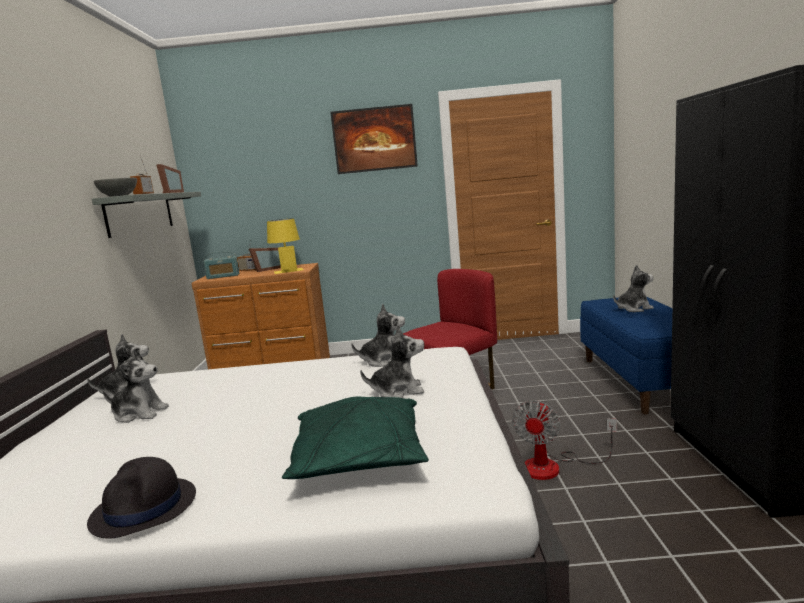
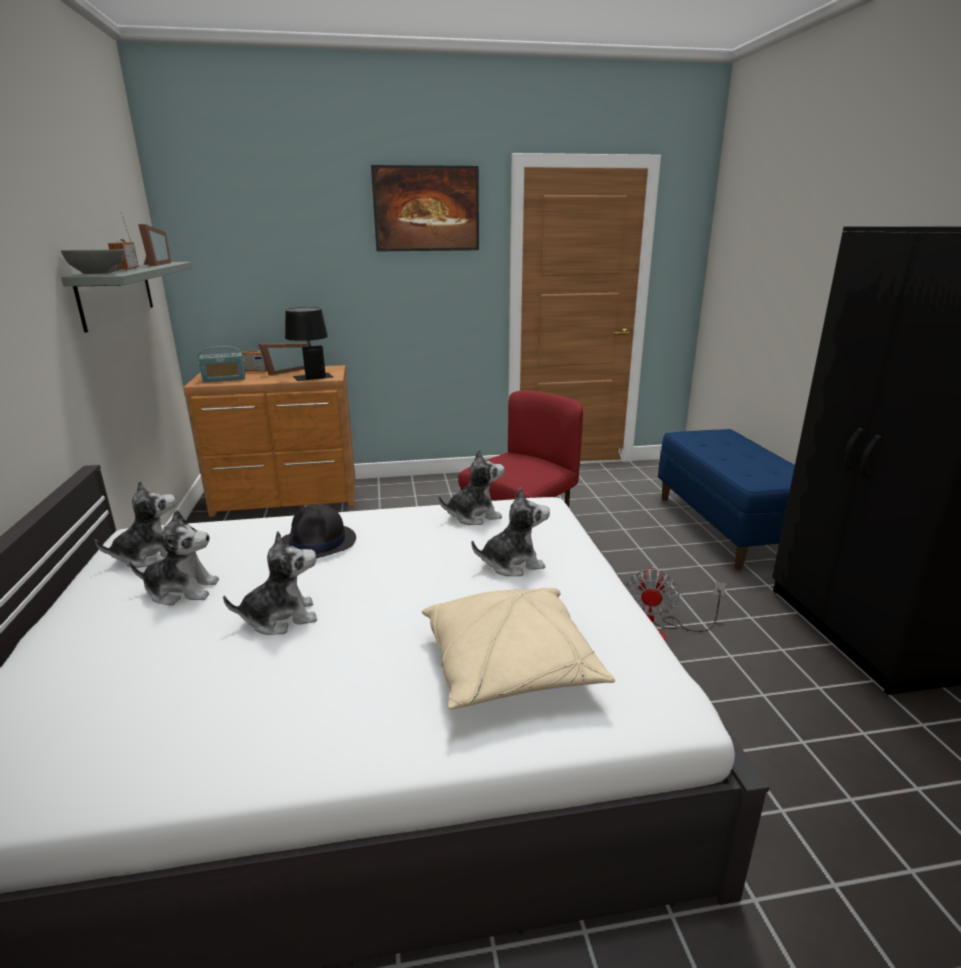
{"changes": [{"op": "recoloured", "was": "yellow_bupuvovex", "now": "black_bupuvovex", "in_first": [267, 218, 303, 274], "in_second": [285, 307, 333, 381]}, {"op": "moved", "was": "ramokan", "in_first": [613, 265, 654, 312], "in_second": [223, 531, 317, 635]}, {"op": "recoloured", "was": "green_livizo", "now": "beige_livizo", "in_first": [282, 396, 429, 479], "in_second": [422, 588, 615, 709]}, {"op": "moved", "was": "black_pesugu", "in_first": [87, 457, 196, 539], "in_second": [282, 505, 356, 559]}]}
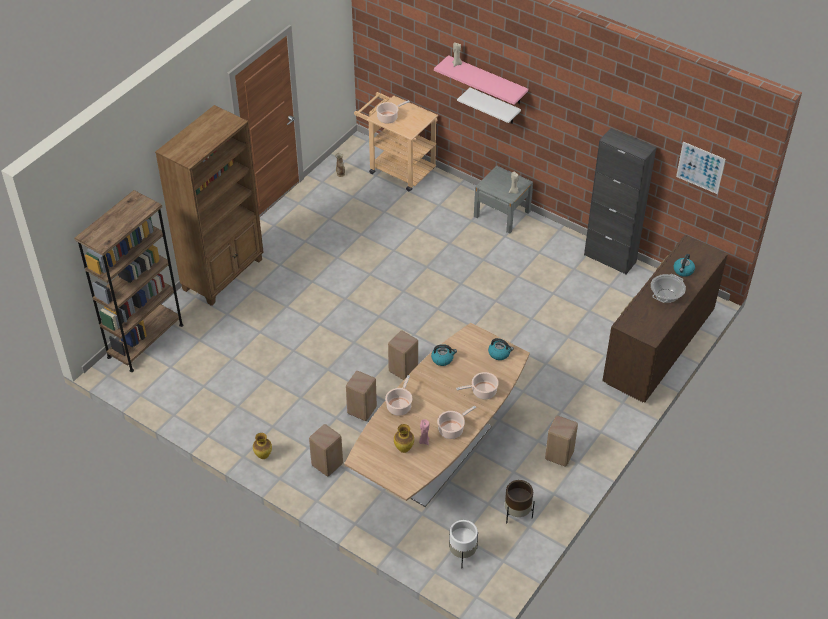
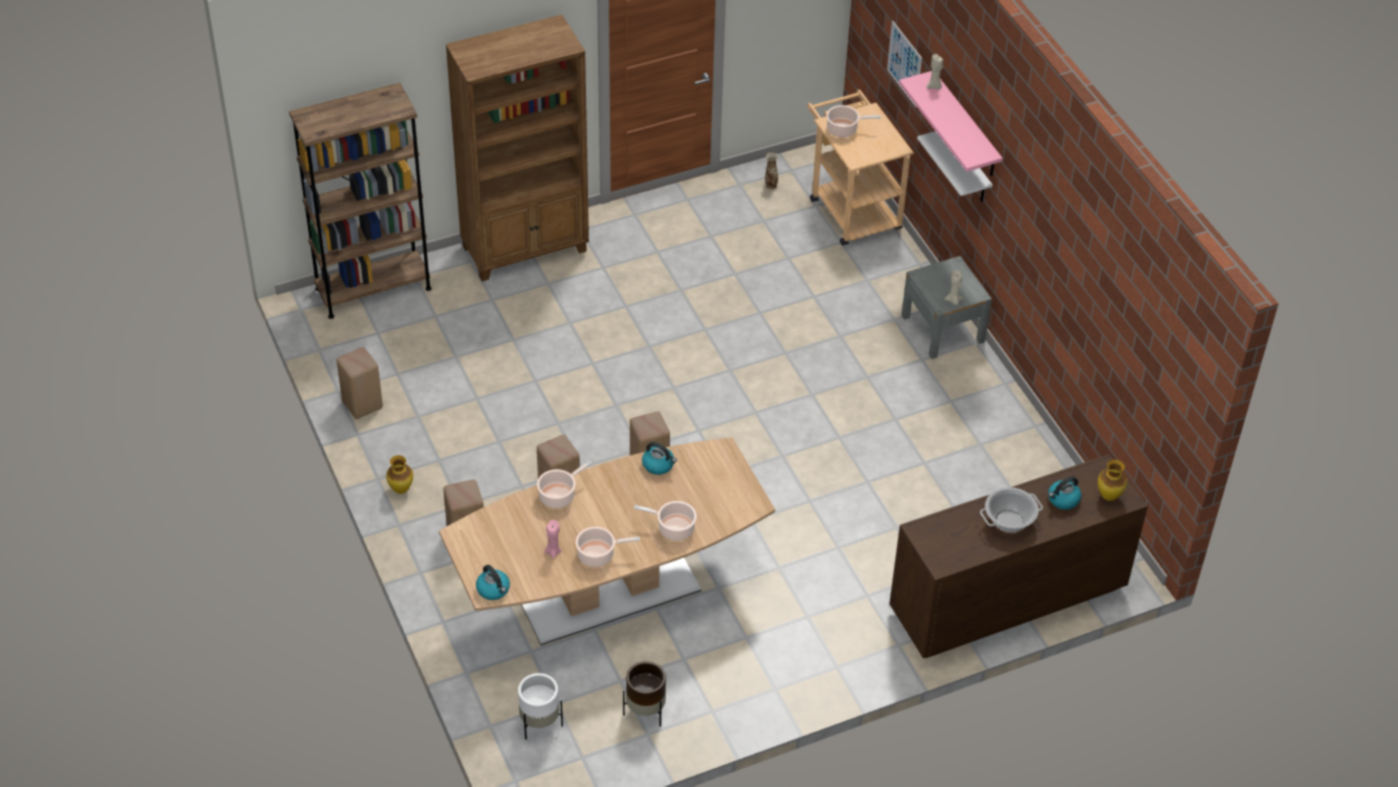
{"changes": [{"op": "removed", "was": "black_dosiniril", "in_first": [584, 128, 657, 275]}, {"op": "moved", "was": "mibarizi", "in_first": [676, 142, 725, 194], "in_second": [887, 21, 922, 107]}, {"op": "moved", "was": "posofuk", "in_first": [488, 338, 514, 360], "in_second": [476, 565, 510, 600]}, {"op": "moved", "was": "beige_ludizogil", "in_first": [545, 416, 578, 467], "in_second": [336, 347, 383, 419]}, {"op": "moved", "was": "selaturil", "in_first": [394, 424, 414, 453], "in_second": [1098, 459, 1127, 501]}]}
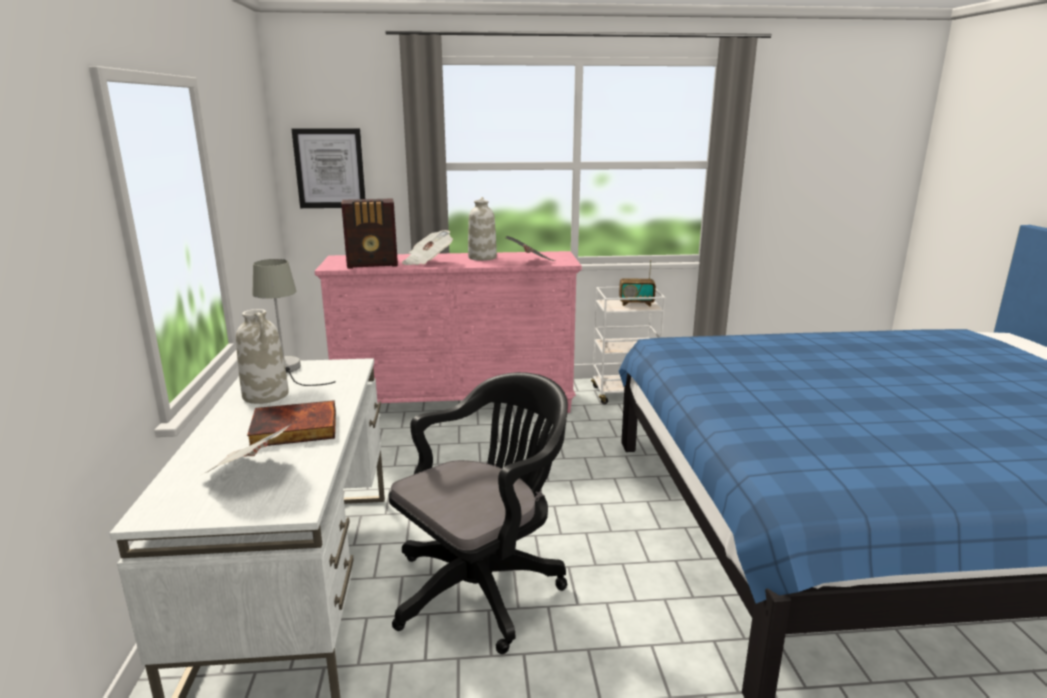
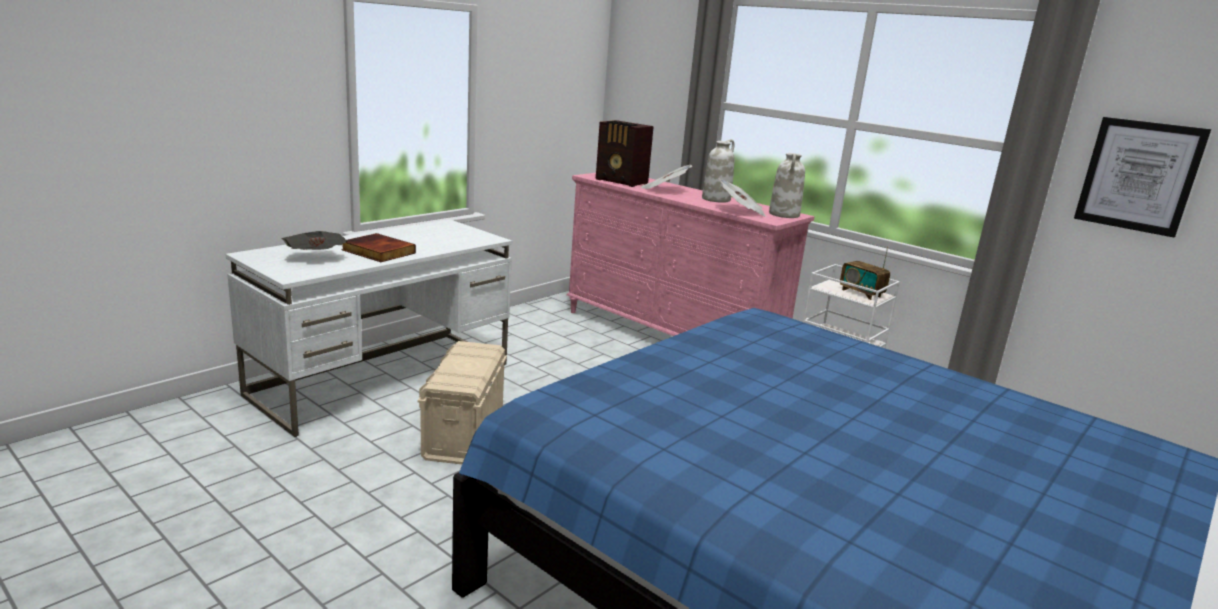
{"changes": [{"op": "moved", "was": "mibarizi", "in_first": [291, 128, 365, 208], "in_second": [1074, 117, 1211, 238]}, {"op": "removed", "was": "grey_bupuvovex", "in_first": [252, 259, 336, 386]}, {"op": "moved", "was": "white_selaturil", "in_first": [236, 309, 289, 404], "in_second": [769, 153, 805, 218]}, {"op": "replaced", "was": "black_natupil", "now": "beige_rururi", "in_first": [389, 372, 568, 654], "in_second": [418, 341, 507, 464]}]}
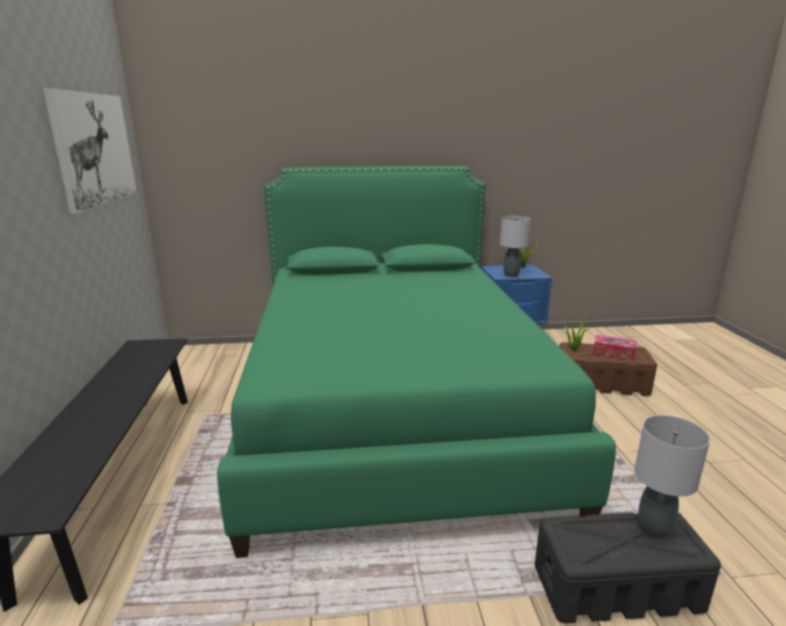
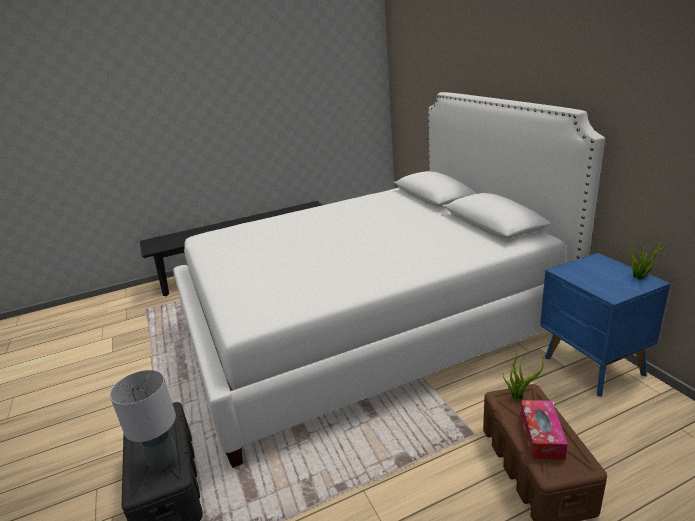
{"changes": [{"op": "removed", "was": "mibarizi", "in_first": [43, 88, 137, 214]}, {"op": "recoloured", "was": "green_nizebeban", "now": "white_nizebeban", "in_first": [217, 166, 616, 558], "in_second": [173, 92, 605, 468]}, {"op": "removed", "was": "grey_bupuvovex", "in_first": [500, 216, 531, 277]}]}
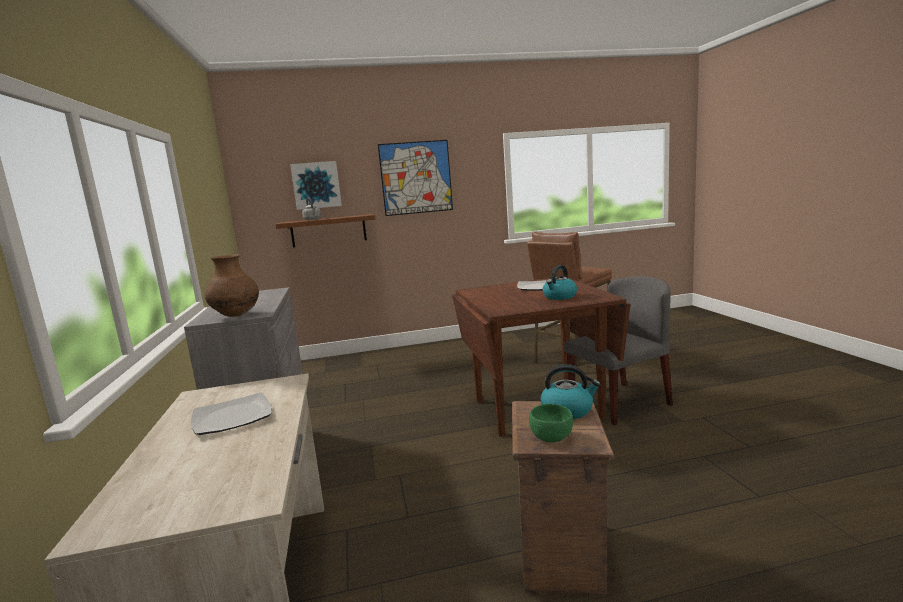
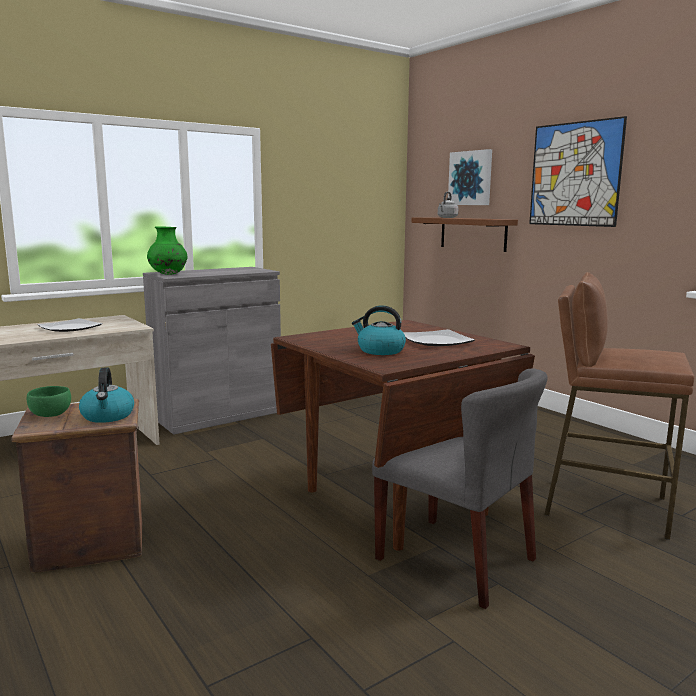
{"changes": [{"op": "recoloured", "was": "brown_selaturil", "now": "green_selaturil", "in_first": [205, 254, 259, 317], "in_second": [147, 226, 188, 275]}]}
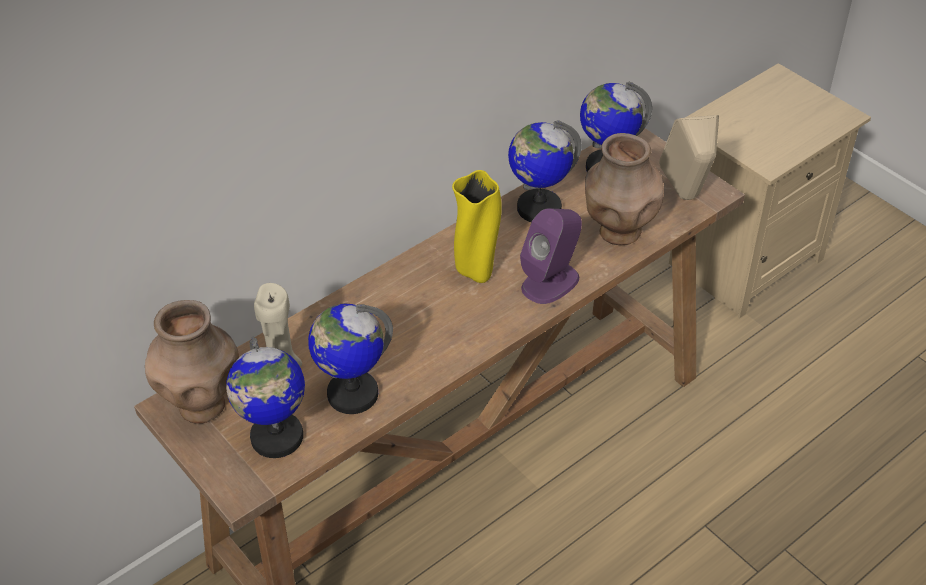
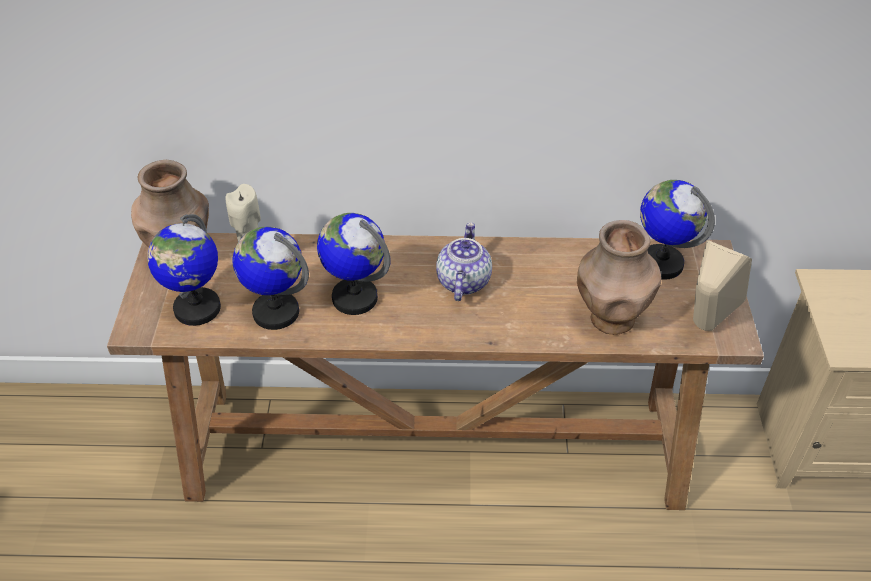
{"changes": [{"op": "moved", "was": "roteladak", "in_first": [508, 120, 581, 222], "in_second": [317, 213, 391, 315]}, {"op": "replaced", "was": "yellow_selaturil", "now": "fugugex", "in_first": [452, 170, 502, 283], "in_second": [436, 222, 492, 301]}, {"op": "removed", "was": "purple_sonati", "in_first": [520, 208, 582, 304]}]}
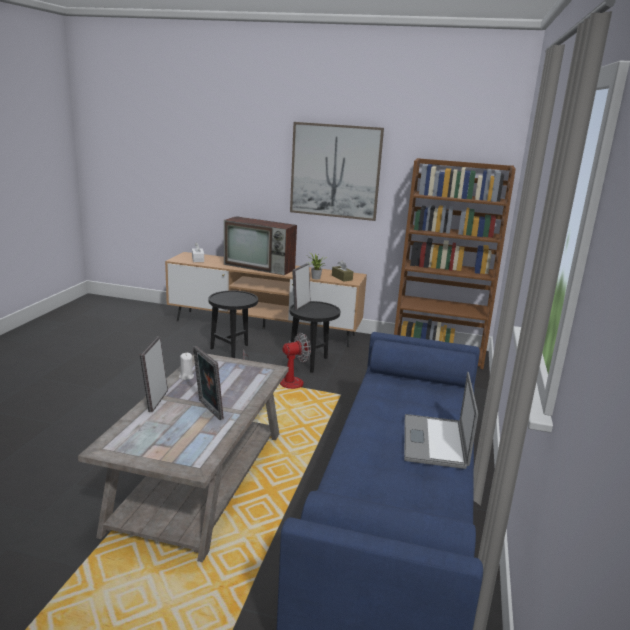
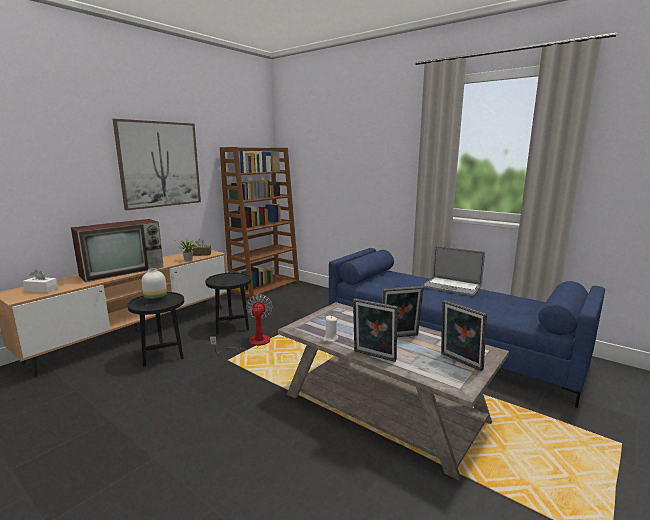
{"changes": [{"op": "moved", "was": "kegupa", "in_first": [292, 263, 311, 310], "in_second": [441, 300, 487, 371]}, {"op": "added", "now": "white_selaturil", "in_second": [142, 268, 167, 302]}]}
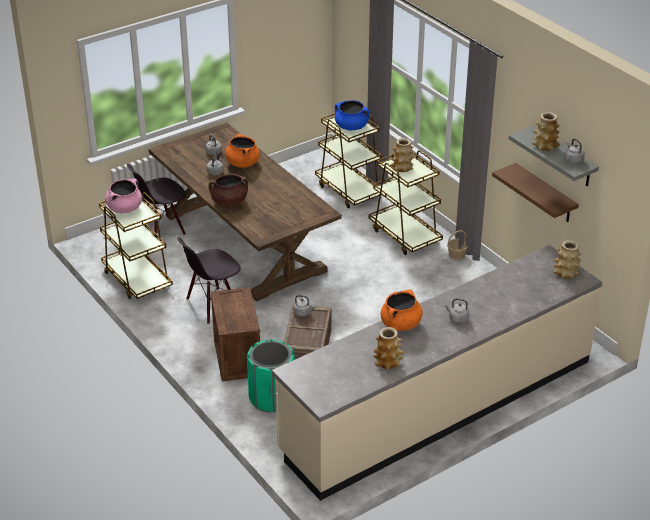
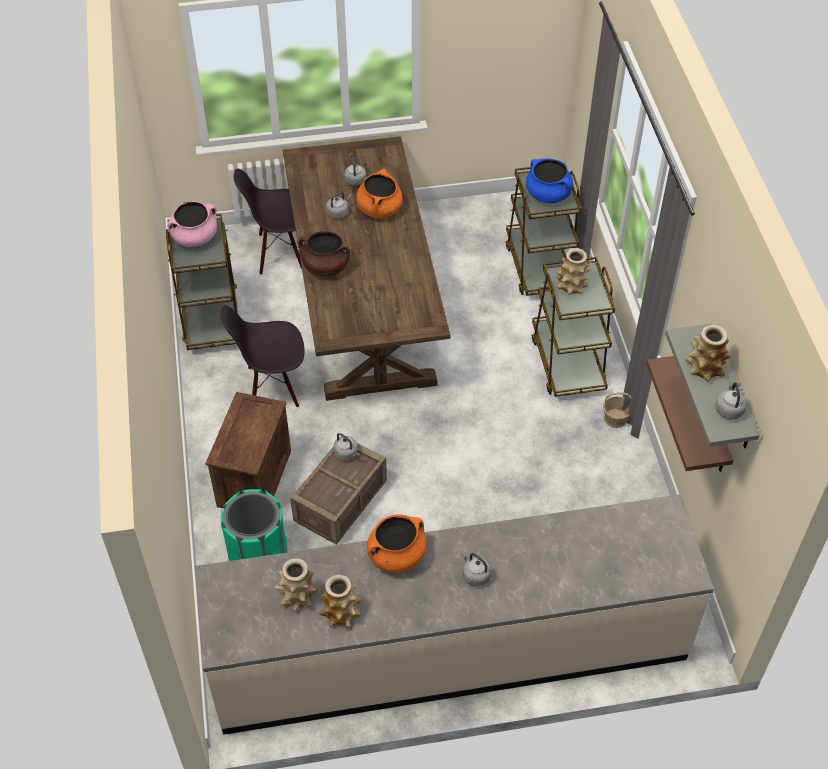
{"changes": [{"op": "moved", "was": "selaturil", "in_first": [553, 240, 581, 279], "in_second": [274, 558, 319, 612]}]}
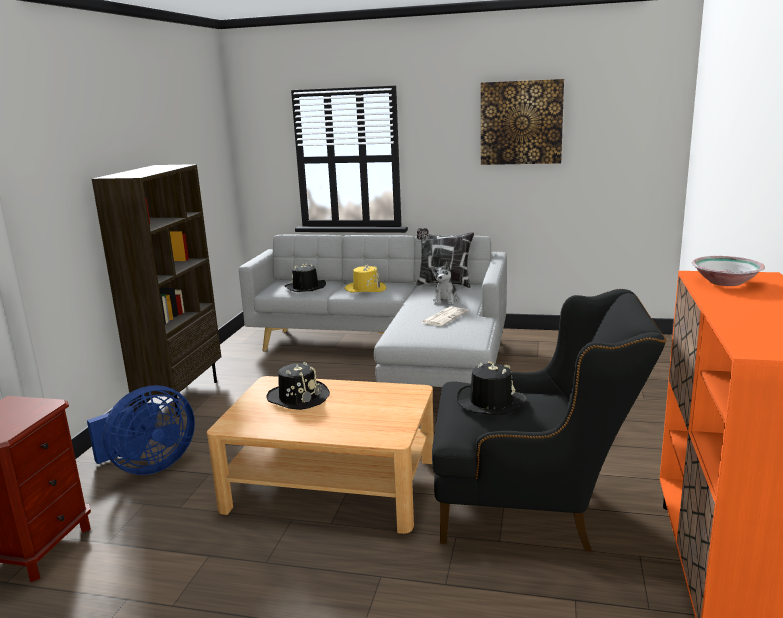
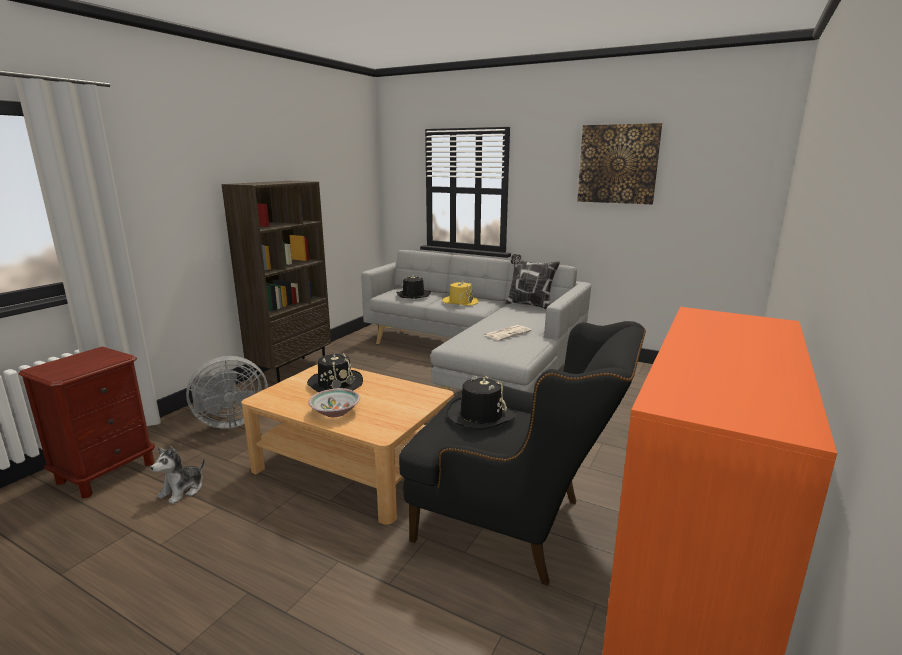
{"changes": [{"op": "moved", "was": "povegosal", "in_first": [692, 256, 765, 286], "in_second": [308, 388, 360, 417]}, {"op": "moved", "was": "ramokan", "in_first": [431, 262, 459, 305], "in_second": [151, 446, 205, 504]}, {"op": "recoloured", "was": "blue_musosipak", "now": "grey_musosipak", "in_first": [87, 385, 195, 475], "in_second": [186, 356, 268, 428]}]}
